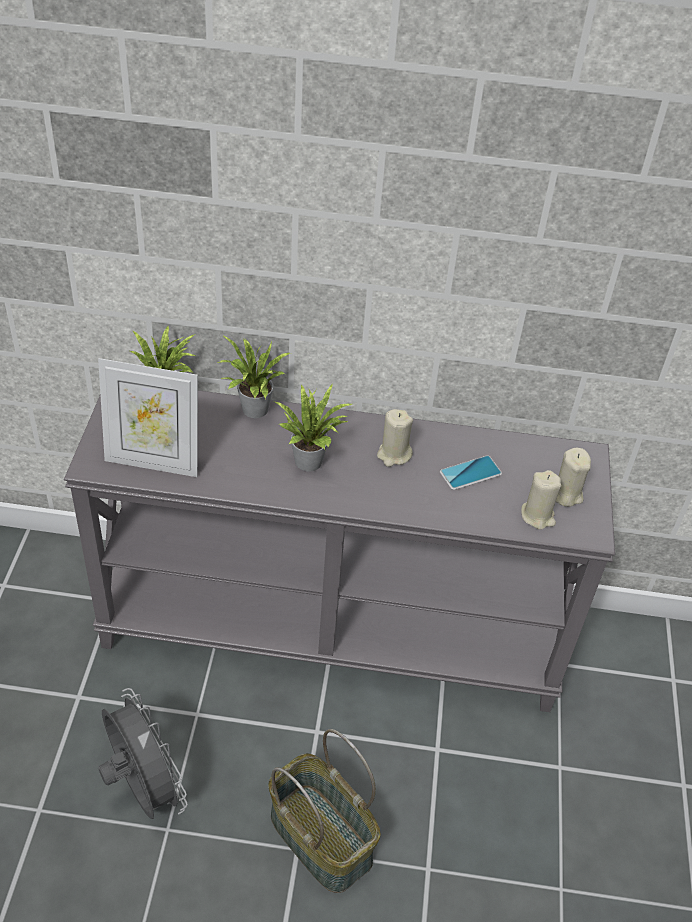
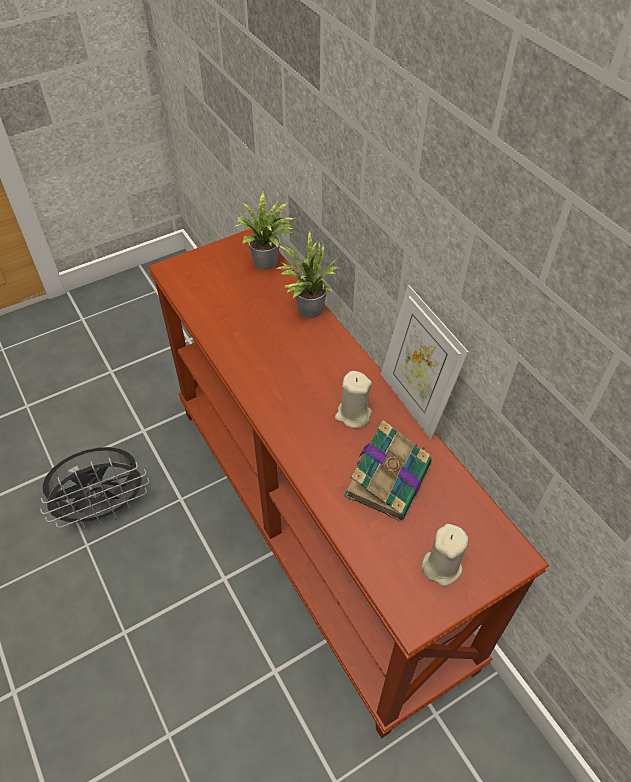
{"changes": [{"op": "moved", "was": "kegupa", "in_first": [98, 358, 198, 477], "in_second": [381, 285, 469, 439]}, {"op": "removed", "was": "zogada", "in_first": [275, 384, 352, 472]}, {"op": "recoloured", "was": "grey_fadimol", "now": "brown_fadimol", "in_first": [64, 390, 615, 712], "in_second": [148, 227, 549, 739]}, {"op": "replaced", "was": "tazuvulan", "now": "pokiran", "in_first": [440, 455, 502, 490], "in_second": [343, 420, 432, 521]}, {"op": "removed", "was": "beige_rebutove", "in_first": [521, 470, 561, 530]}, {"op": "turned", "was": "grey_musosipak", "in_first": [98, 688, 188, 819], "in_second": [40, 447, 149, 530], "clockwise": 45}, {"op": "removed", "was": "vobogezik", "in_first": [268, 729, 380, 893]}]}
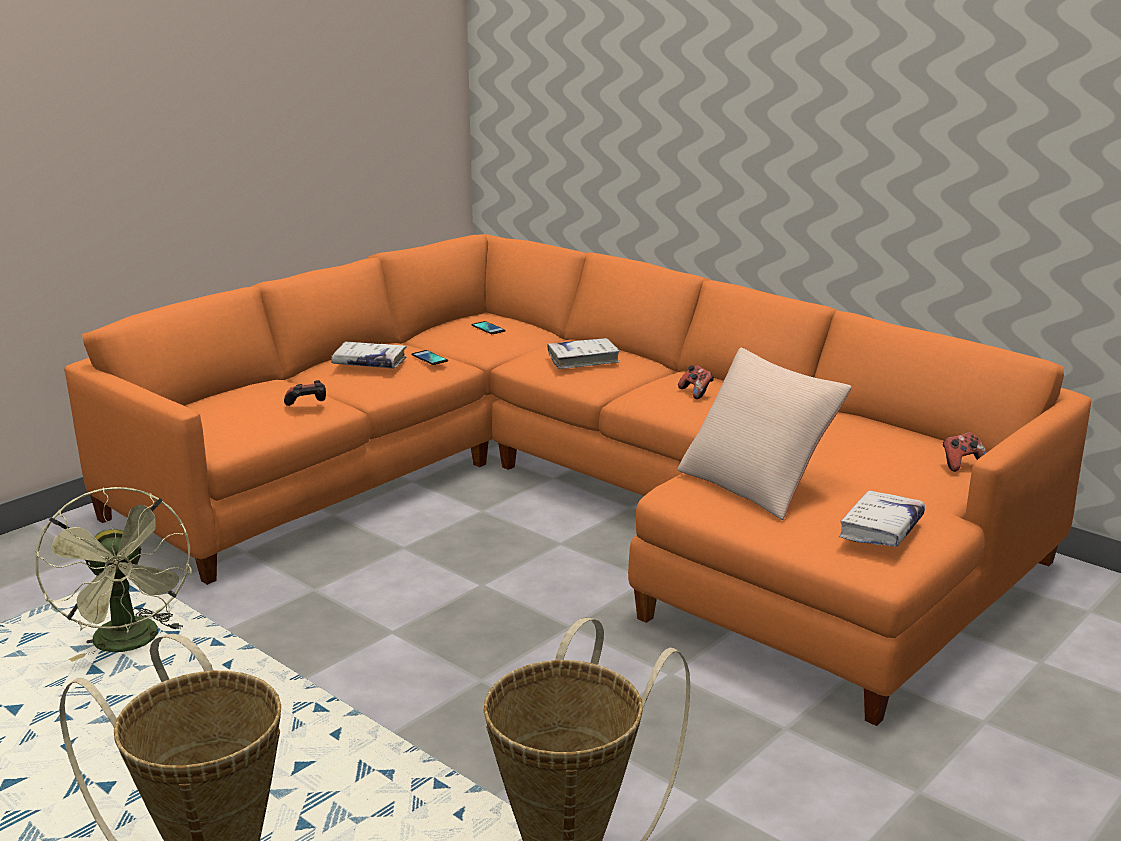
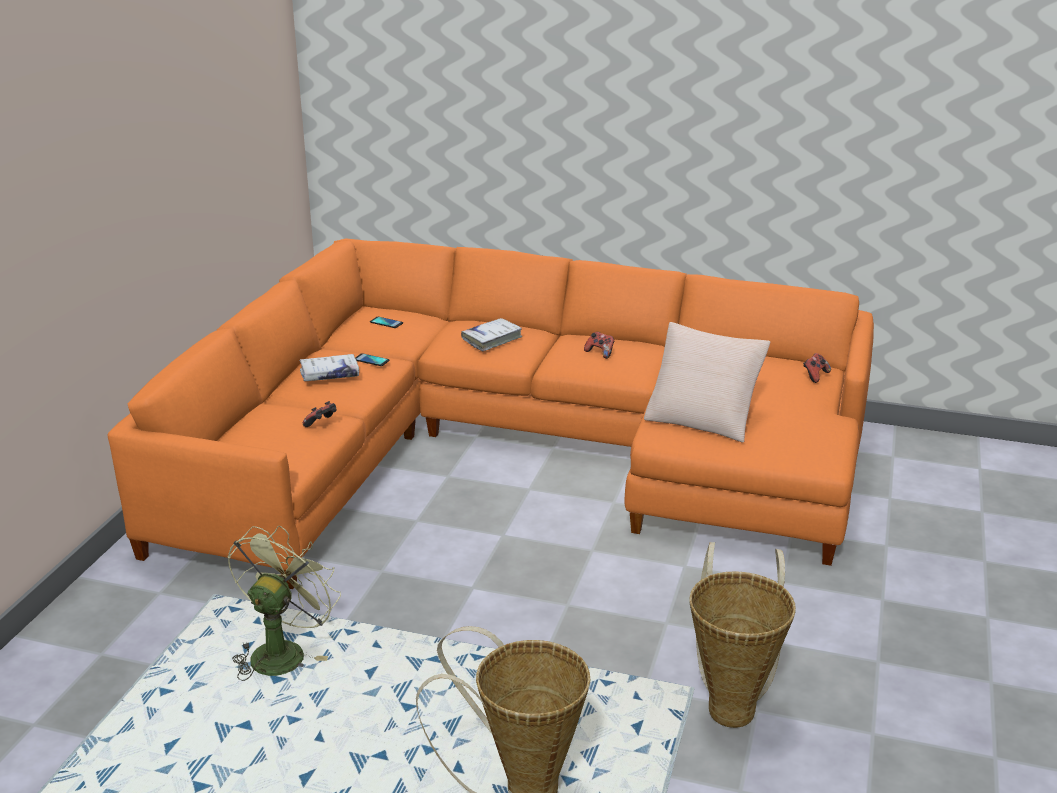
{"changes": [{"op": "turned", "was": "green_musosipak", "in_first": [35, 487, 192, 662], "in_second": [228, 526, 341, 681], "clockwise": -105}, {"op": "removed", "was": "white_pokiran", "in_first": [839, 490, 925, 547]}]}
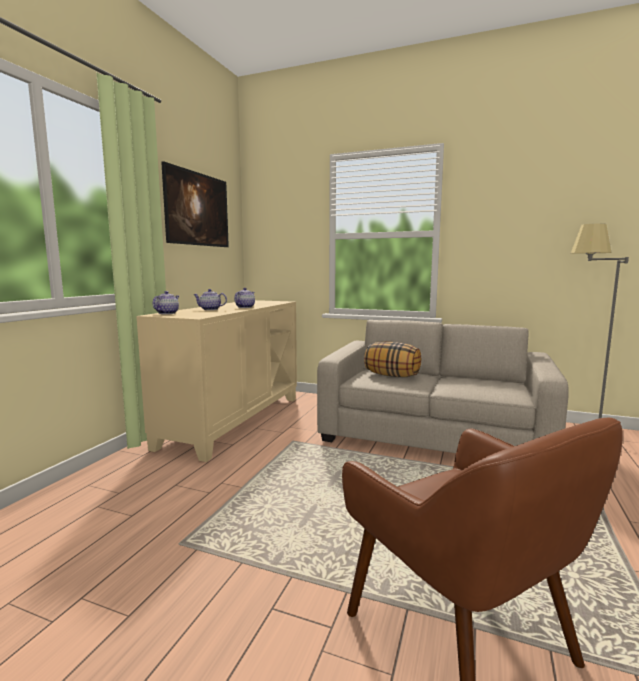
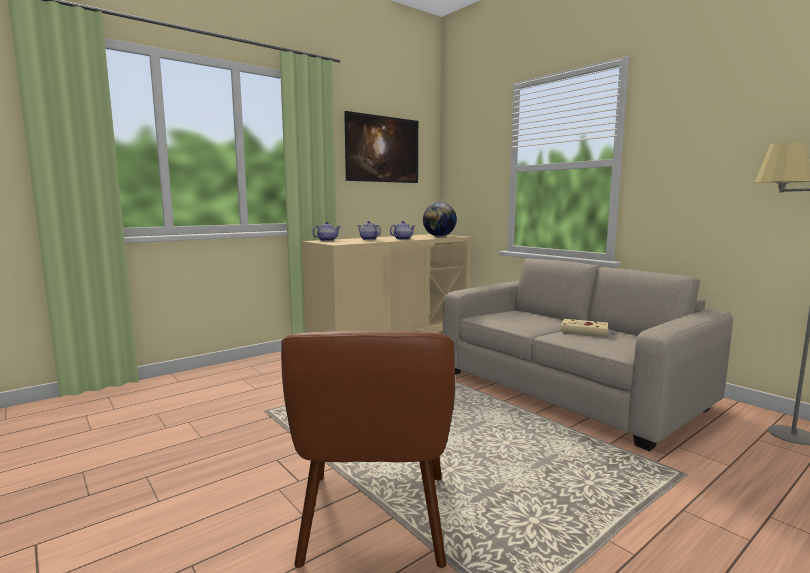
{"changes": [{"op": "removed", "was": "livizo", "in_first": [364, 342, 421, 377]}, {"op": "added", "now": "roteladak", "in_second": [423, 202, 457, 237]}, {"op": "added", "now": "beige_pokiran", "in_second": [560, 319, 617, 336]}]}
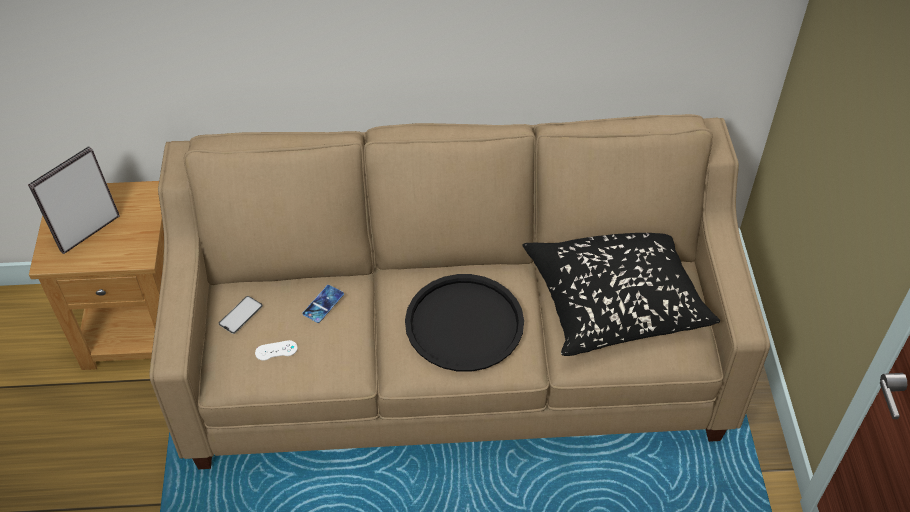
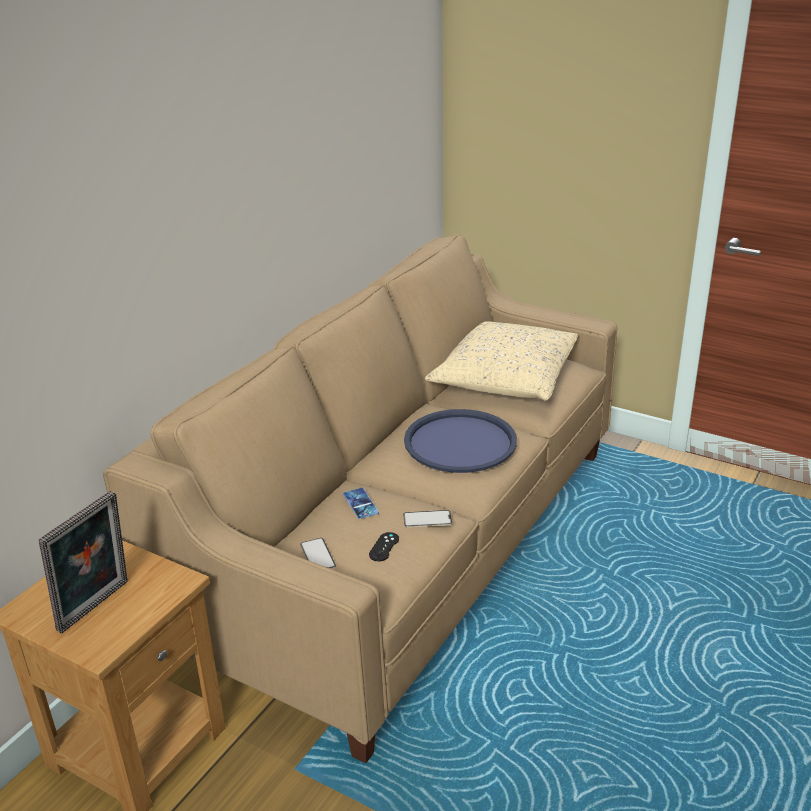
{"changes": [{"op": "turned", "was": "kegupa", "in_first": [28, 146, 120, 254], "in_second": [38, 491, 128, 633], "clockwise": -135}, {"op": "recoloured", "was": "black_livizo", "now": "beige_livizo", "in_first": [522, 233, 720, 356], "in_second": [425, 322, 578, 401]}, {"op": "recoloured", "was": "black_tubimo", "now": "blue_tubimo", "in_first": [405, 274, 524, 372], "in_second": [404, 409, 517, 473]}, {"op": "recoloured", "was": "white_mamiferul", "now": "black_mamiferul", "in_first": [255, 340, 297, 361], "in_second": [369, 532, 399, 561]}, {"op": "added", "now": "tazuvulan", "in_second": [403, 510, 452, 527]}]}
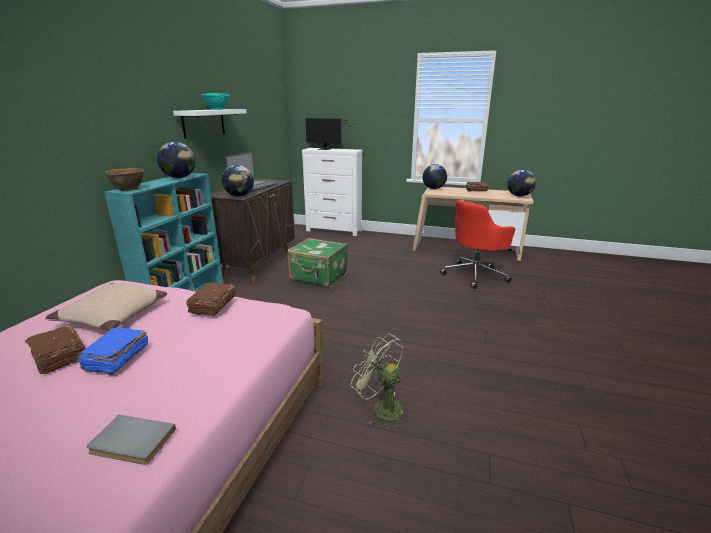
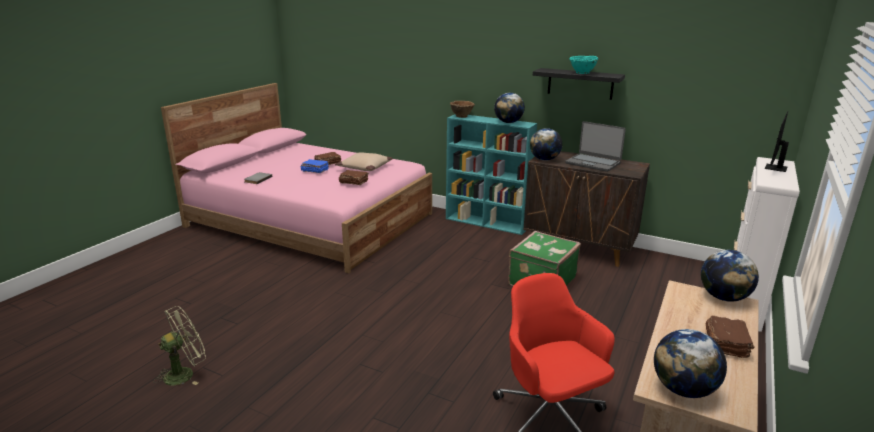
{"changes": [{"op": "recoloured", "was": "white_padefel", "now": "black_padefel", "in_first": [173, 109, 247, 138], "in_second": [533, 68, 625, 100]}, {"op": "moved", "was": "green_musosipak", "in_first": [350, 333, 405, 429], "in_second": [153, 306, 206, 385]}]}
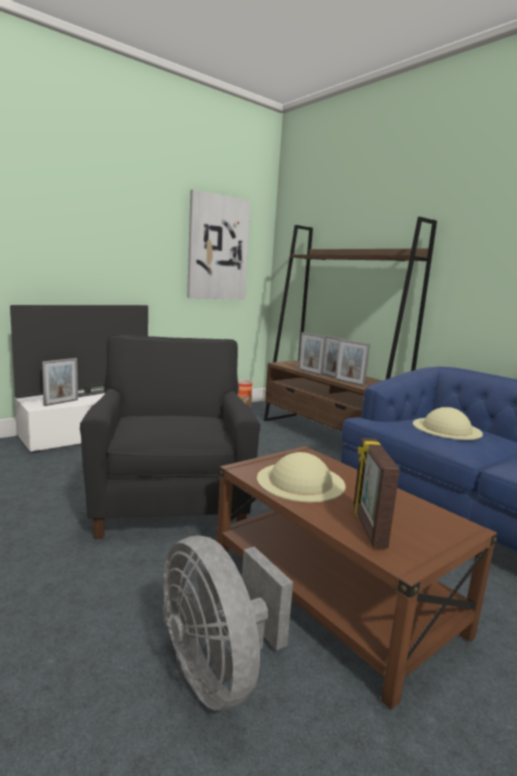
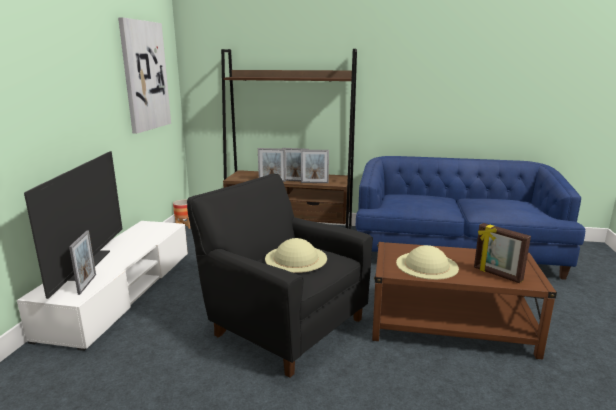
{"changes": [{"op": "moved", "was": "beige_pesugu", "in_first": [413, 407, 483, 440], "in_second": [265, 238, 327, 273]}, {"op": "removed", "was": "grey_musosipak", "in_first": [163, 535, 293, 711]}]}
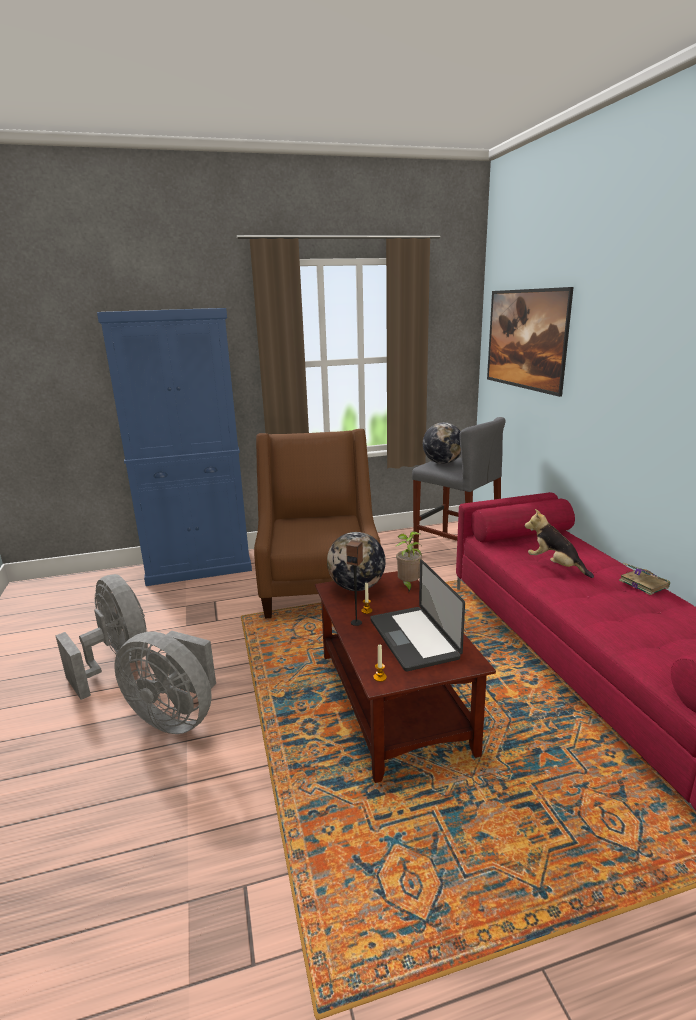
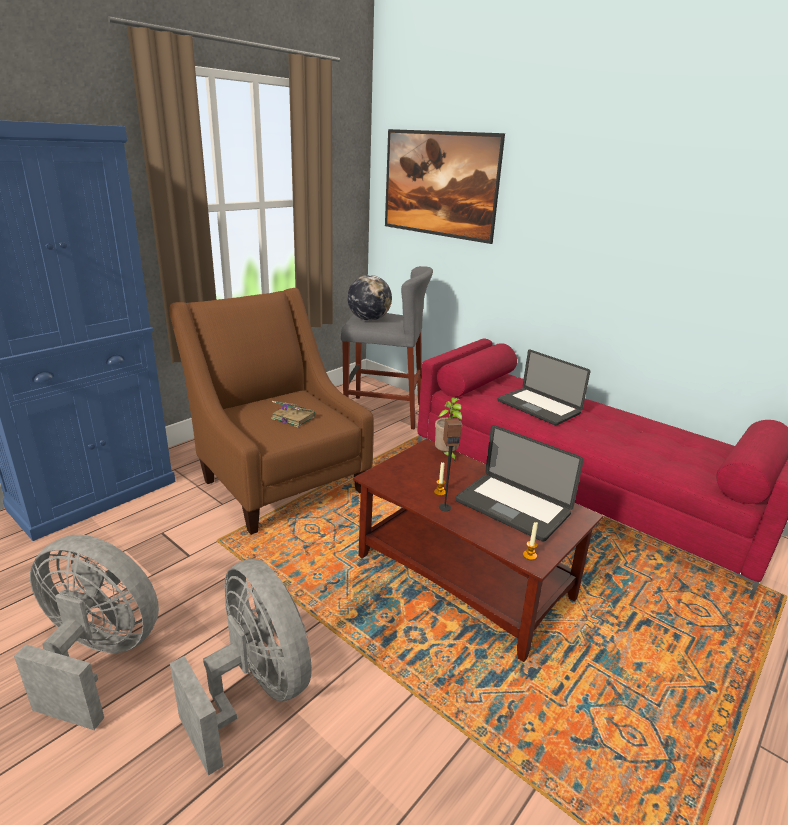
{"changes": [{"op": "replaced", "was": "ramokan", "now": "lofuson", "in_first": [525, 509, 594, 578], "in_second": [498, 349, 590, 425]}, {"op": "removed", "was": "roteladak", "in_first": [327, 532, 386, 591]}, {"op": "moved", "was": "pokiran", "in_first": [619, 563, 670, 595], "in_second": [271, 401, 315, 427]}, {"op": "turned", "was": "grey_musosipak", "in_first": [114, 630, 216, 734], "in_second": [170, 559, 312, 776], "clockwise": -120}]}
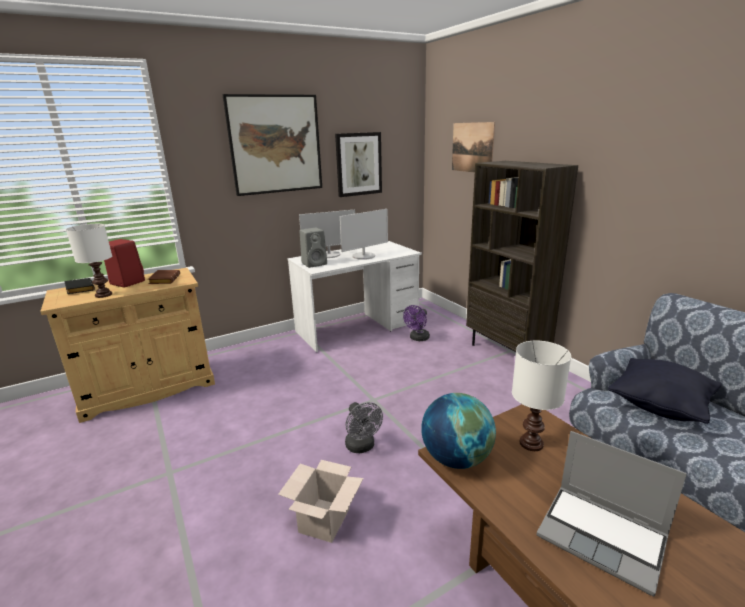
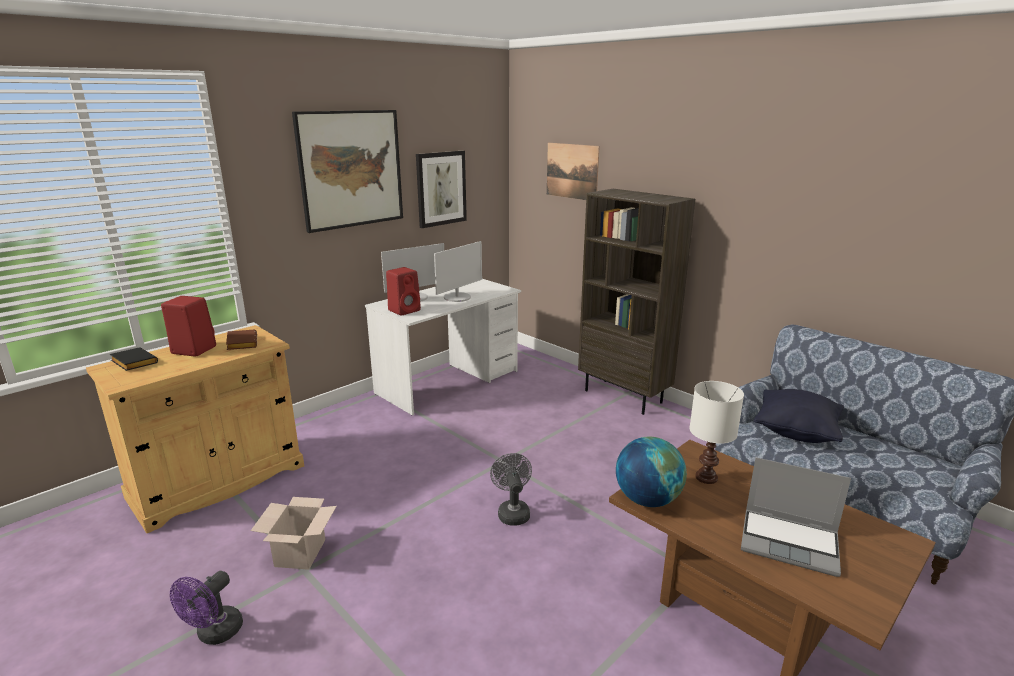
{"changes": [{"op": "removed", "was": "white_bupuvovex", "in_first": [66, 224, 112, 298]}, {"op": "recoloured", "was": "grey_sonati", "now": "red_sonati", "in_first": [299, 228, 327, 268], "in_second": [386, 267, 421, 316]}, {"op": "moved", "was": "purple_musosipak", "in_first": [403, 305, 430, 341], "in_second": [170, 571, 243, 645]}, {"op": "turned", "was": "grey_musosipak", "in_first": [345, 402, 383, 453], "in_second": [490, 453, 532, 526], "clockwise": -150}, {"op": "moved", "was": "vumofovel", "in_first": [278, 460, 363, 543], "in_second": [251, 497, 337, 570]}]}
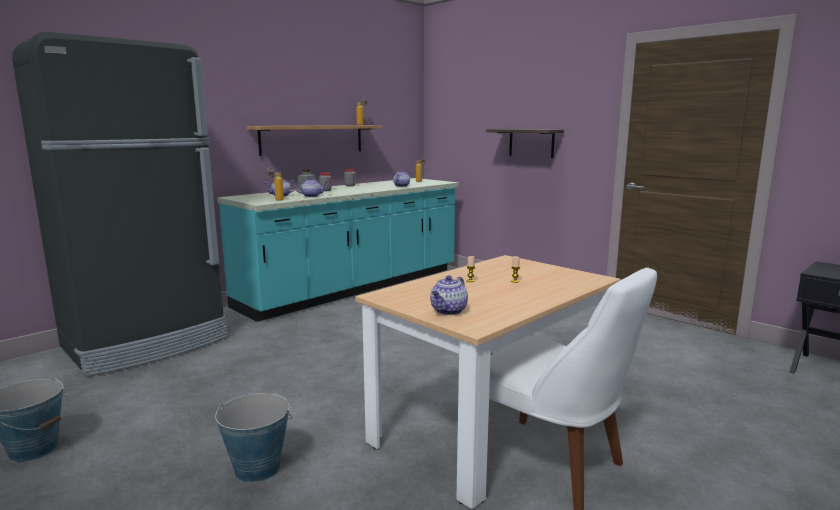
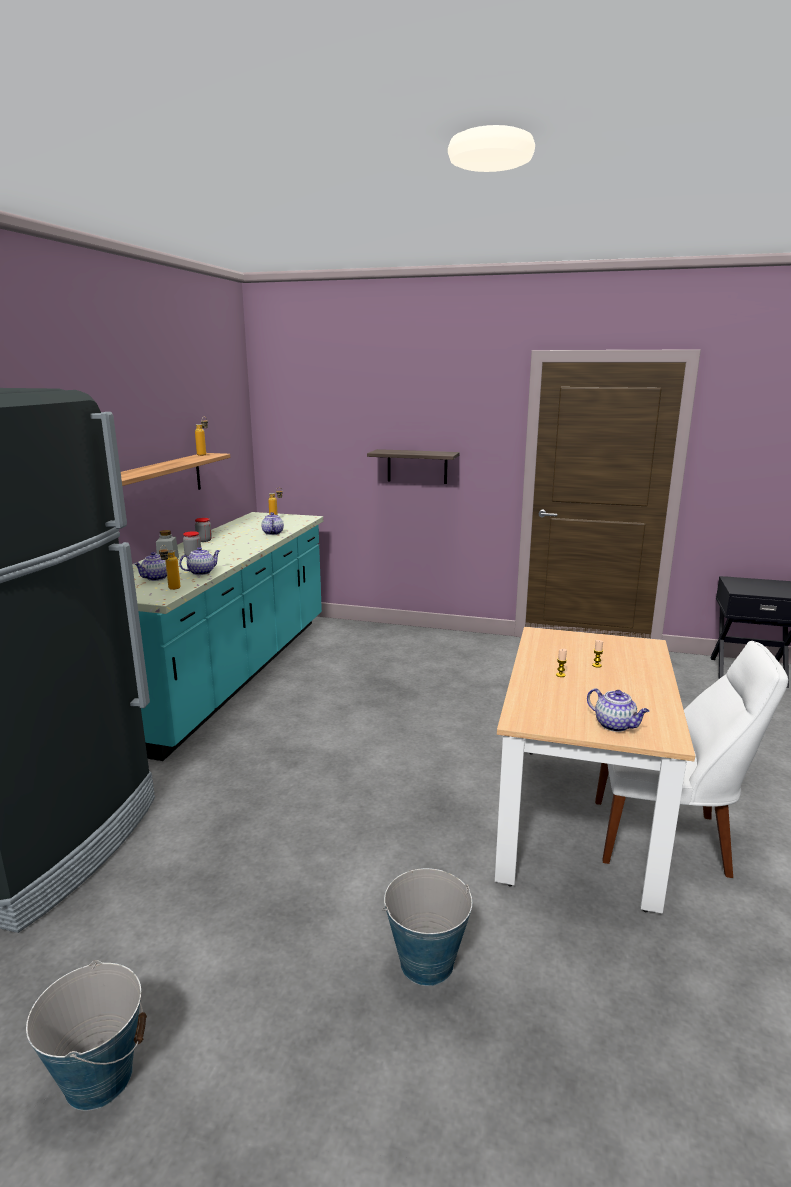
{"changes": [{"op": "turned", "was": "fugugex", "in_first": [430, 276, 468, 315], "in_second": [587, 688, 649, 732], "clockwise": -45}]}
